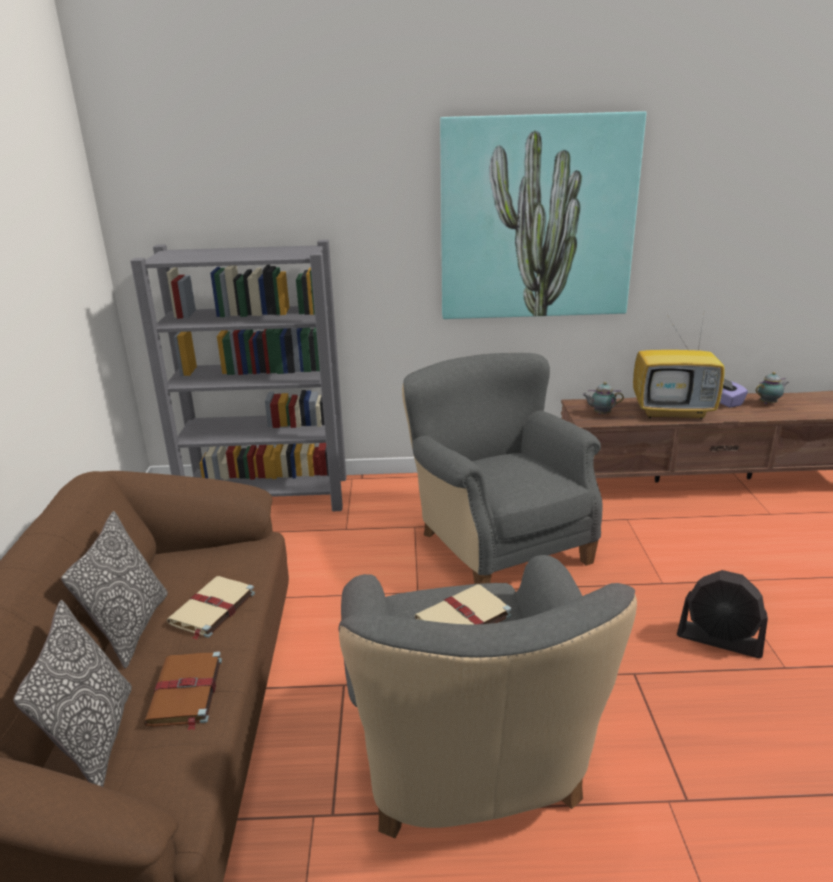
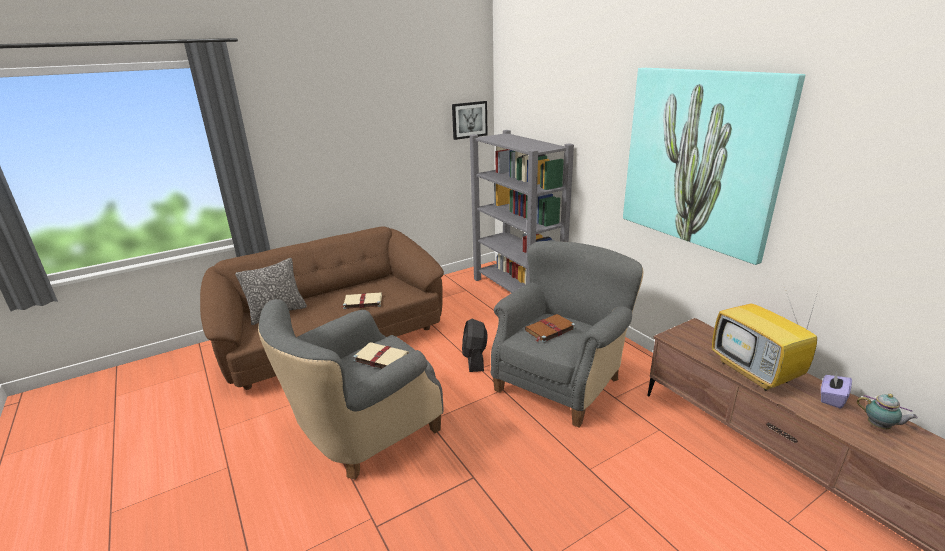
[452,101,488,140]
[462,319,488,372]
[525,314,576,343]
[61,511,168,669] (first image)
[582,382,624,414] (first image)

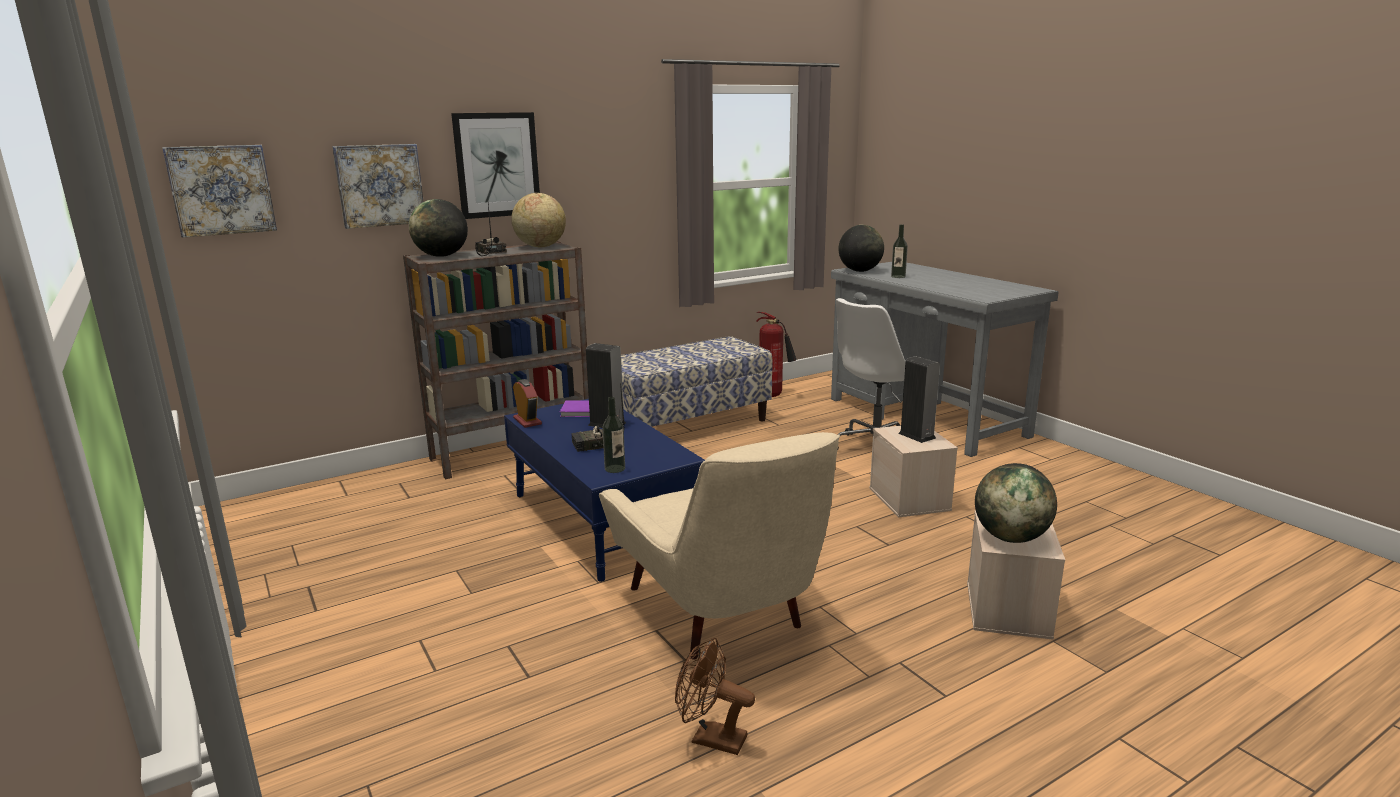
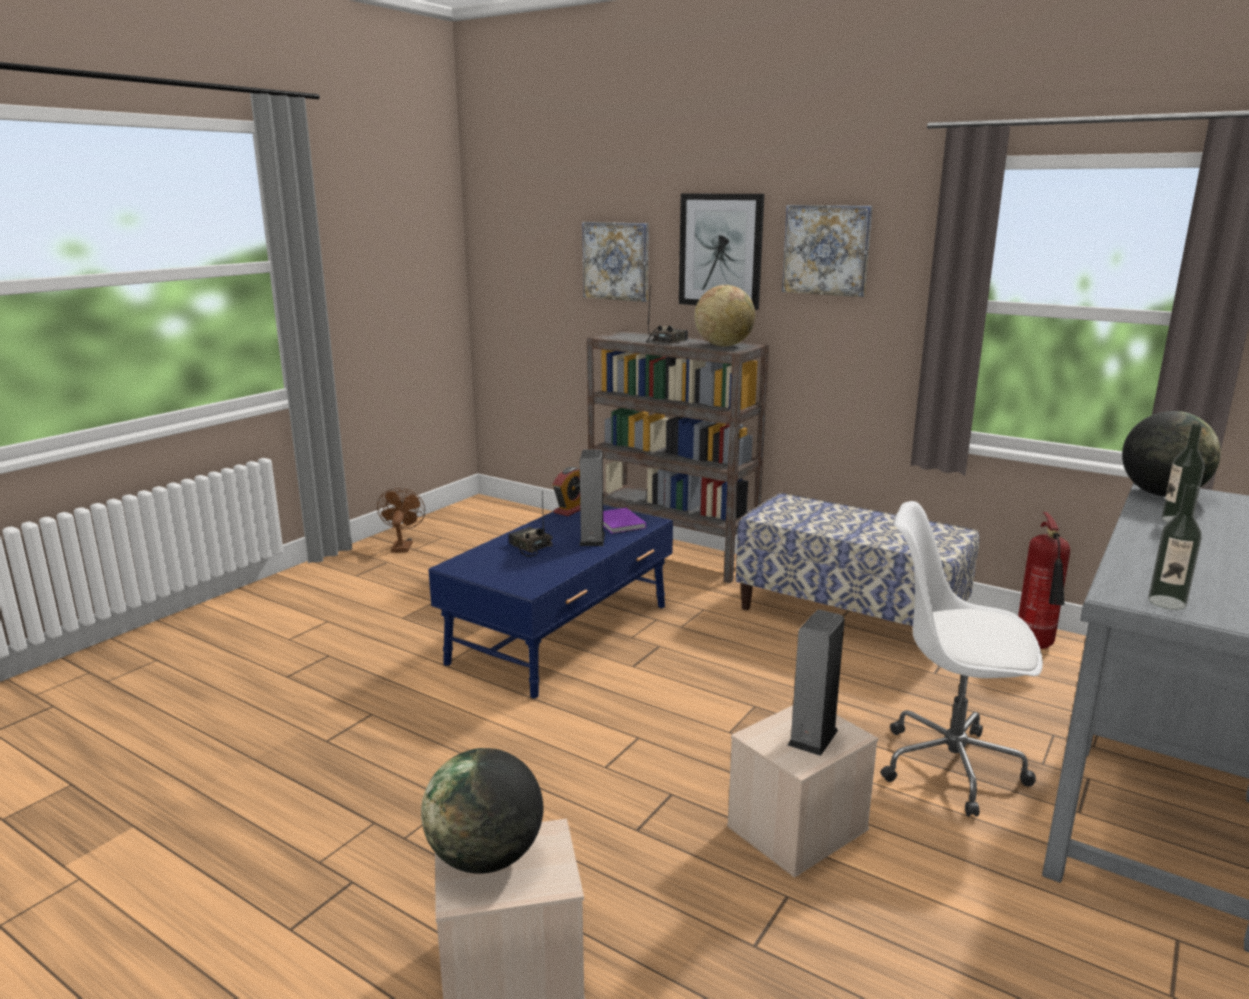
[377,488,425,552]
[782,205,873,297]
[1148,484,1202,610]
[409,199,468,257] (first image)
[599,432,840,660] (first image)

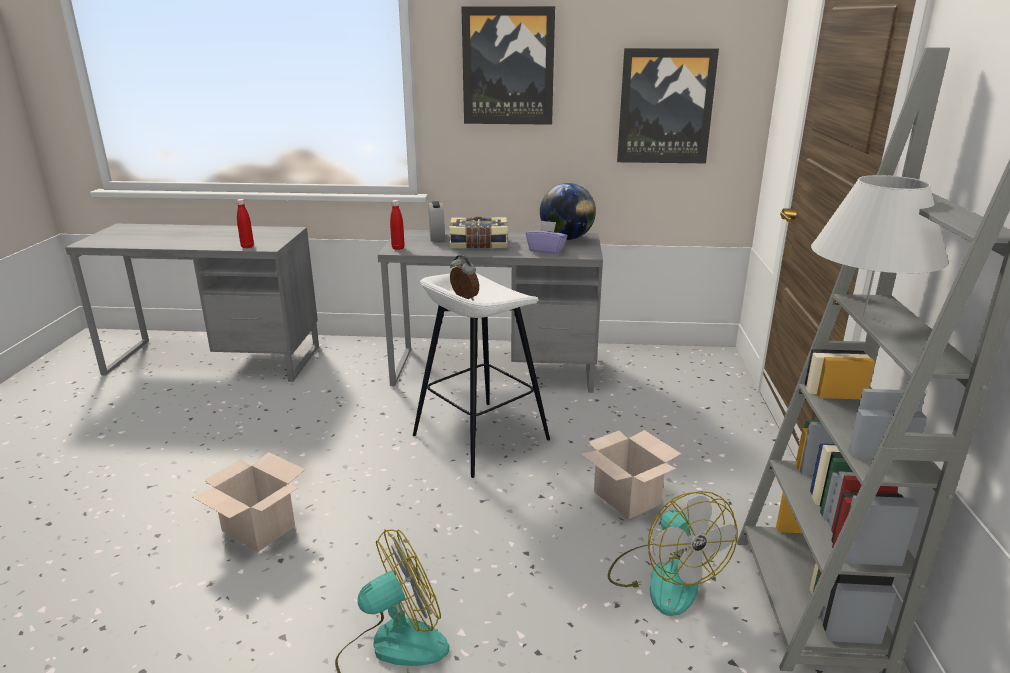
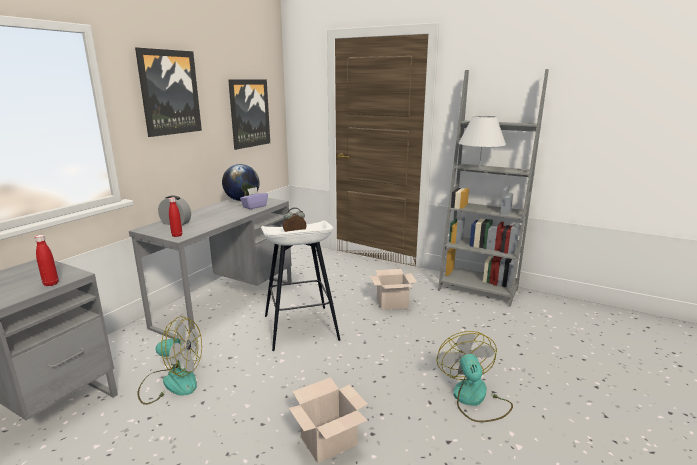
[137,316,202,405]
[449,216,508,249] (first image)

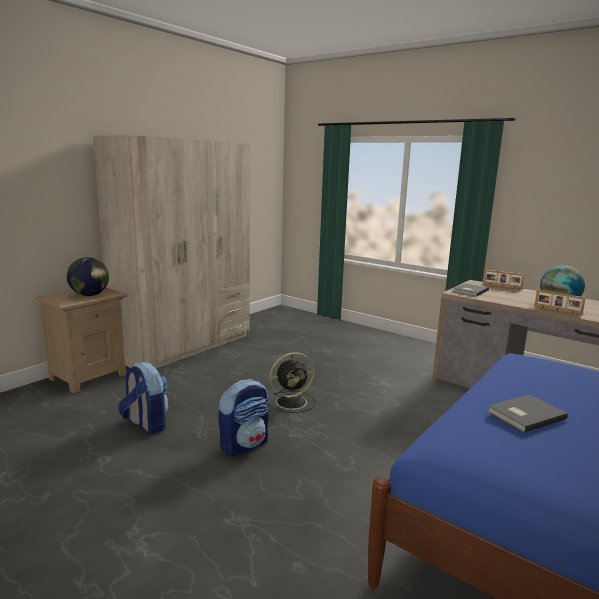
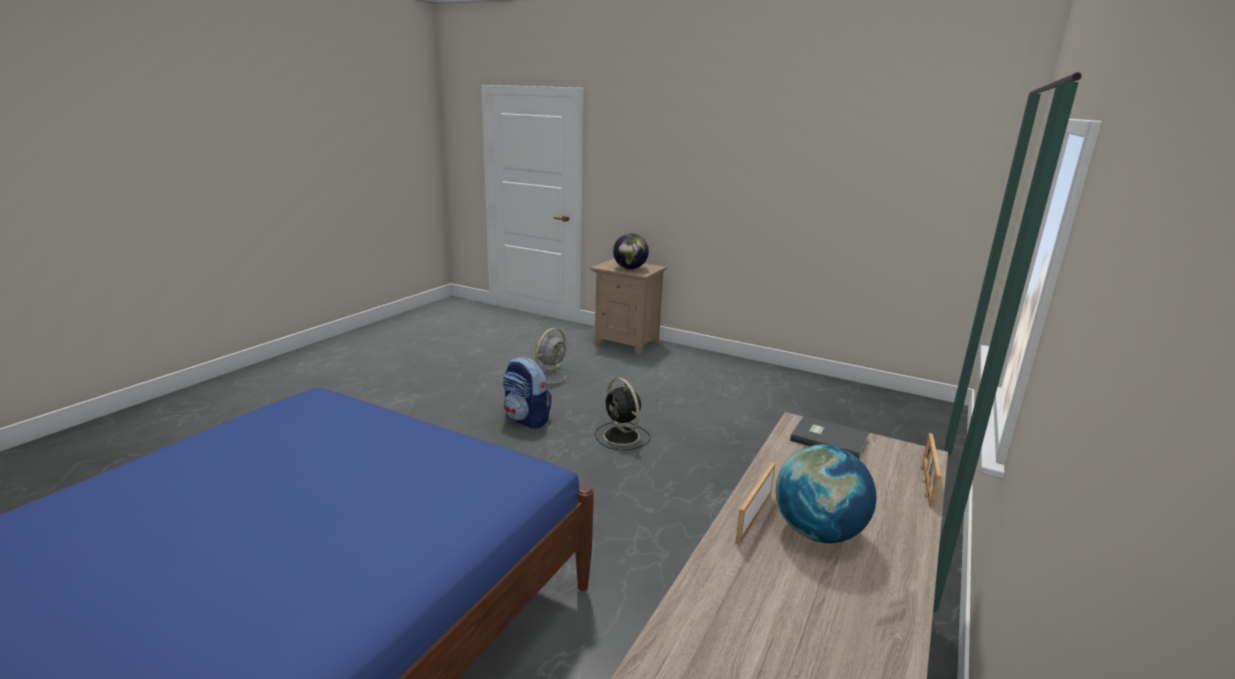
[535,328,574,386]
[93,135,250,368] (first image)
[487,394,568,433] (first image)

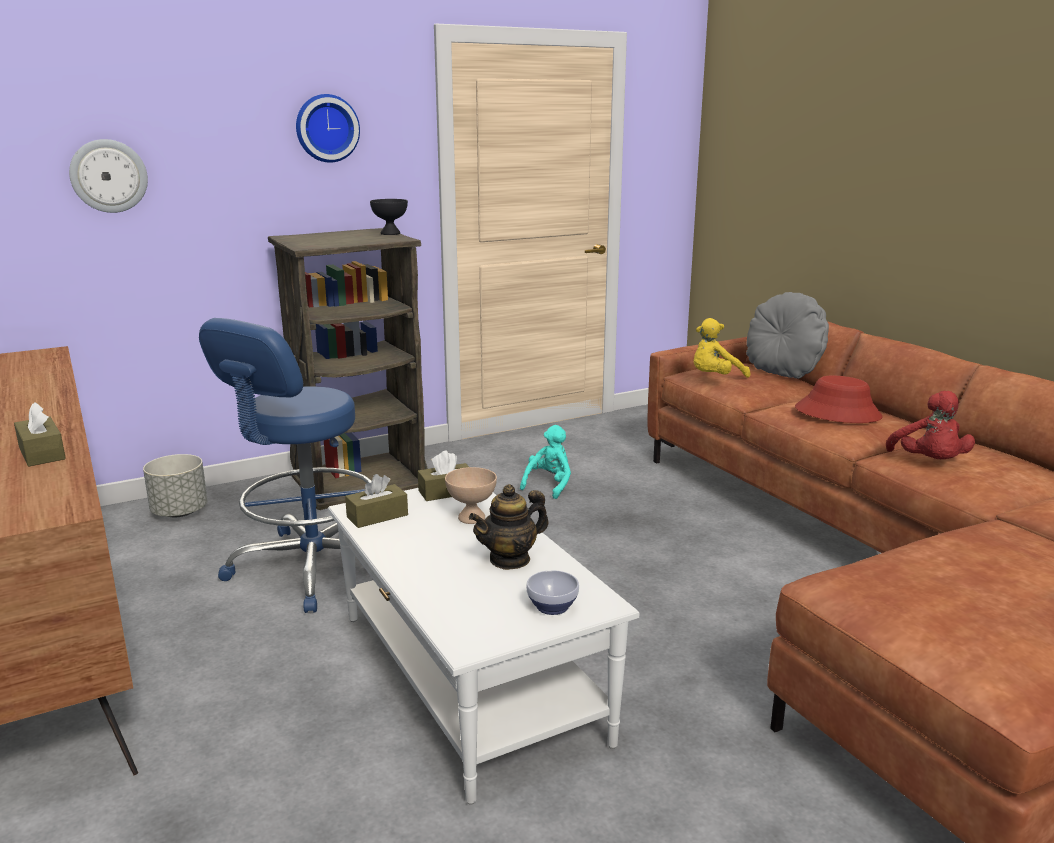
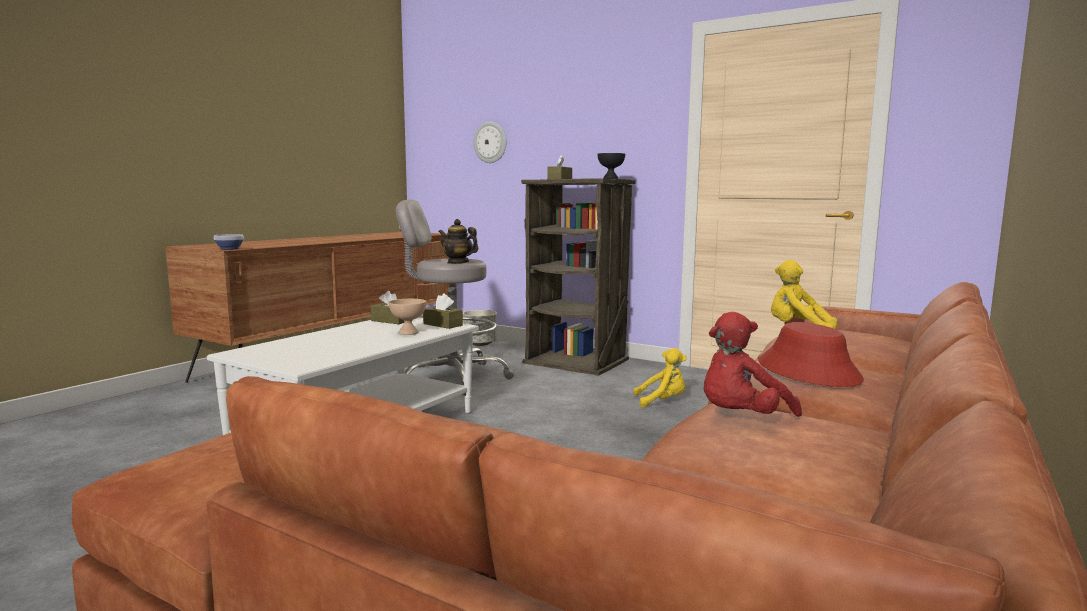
[214,234,244,250]
[396,200,514,395]
[439,219,479,264]
[547,155,572,179]
[633,348,687,408]
[296,94,360,163] (first image)
[746,292,829,379] (first image)

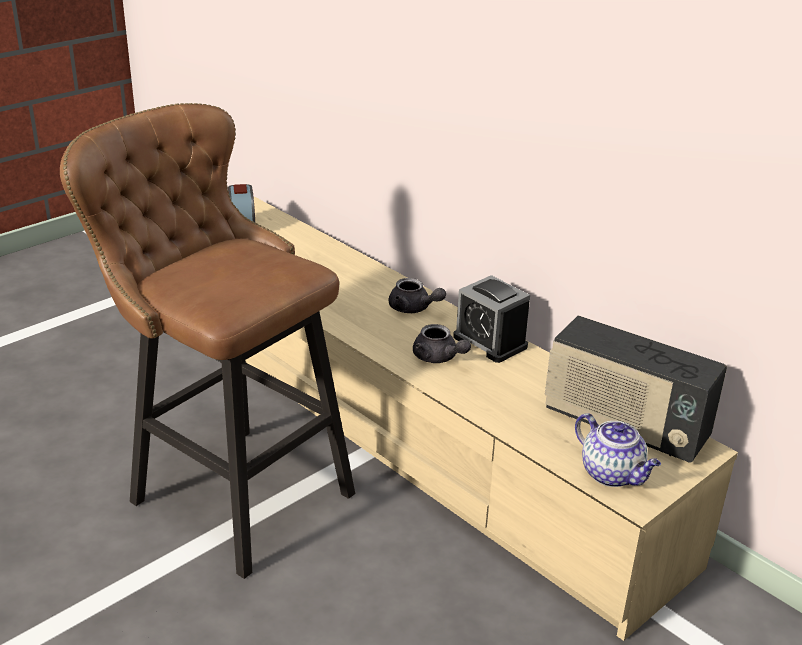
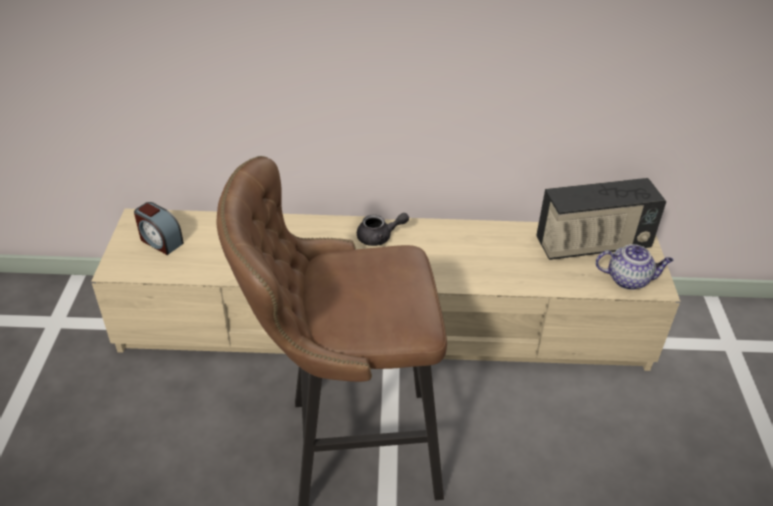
[413,324,471,363] (first image)
[453,275,530,363] (first image)

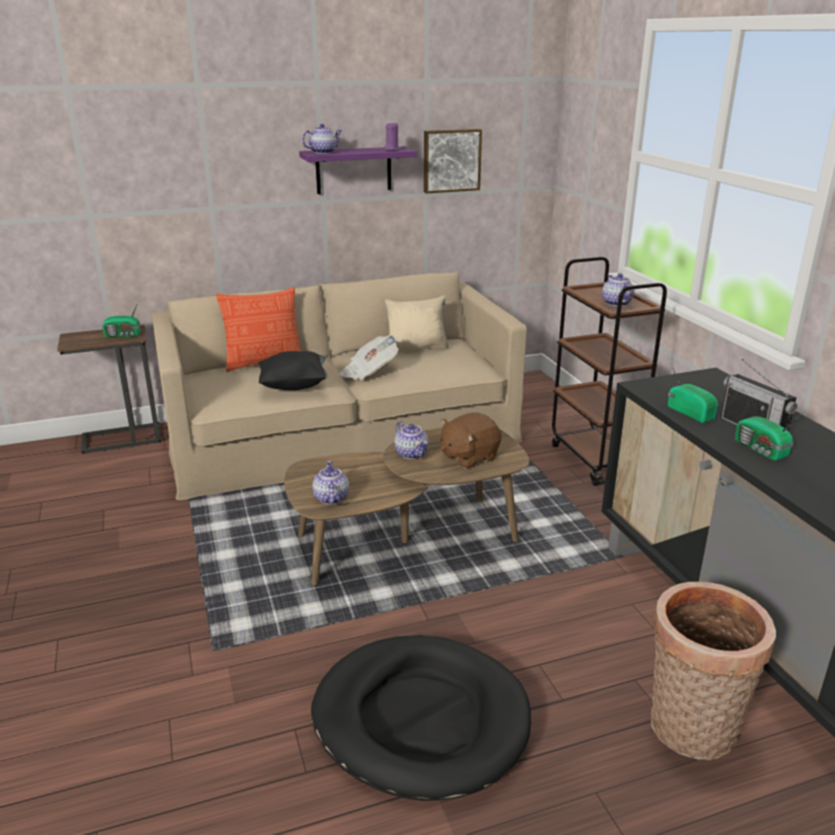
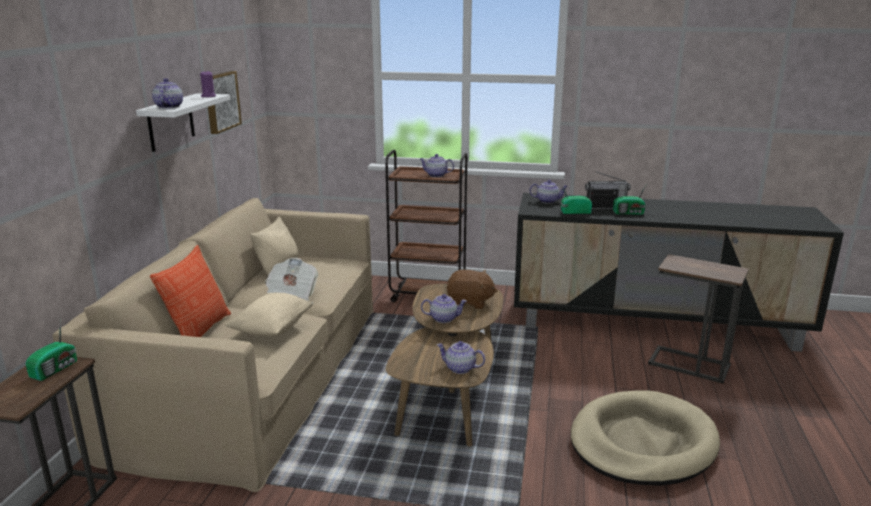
[136,93,230,152]
[225,293,313,337]
[446,270,498,309]
[530,180,568,204]
[571,390,720,486]
[648,254,749,384]

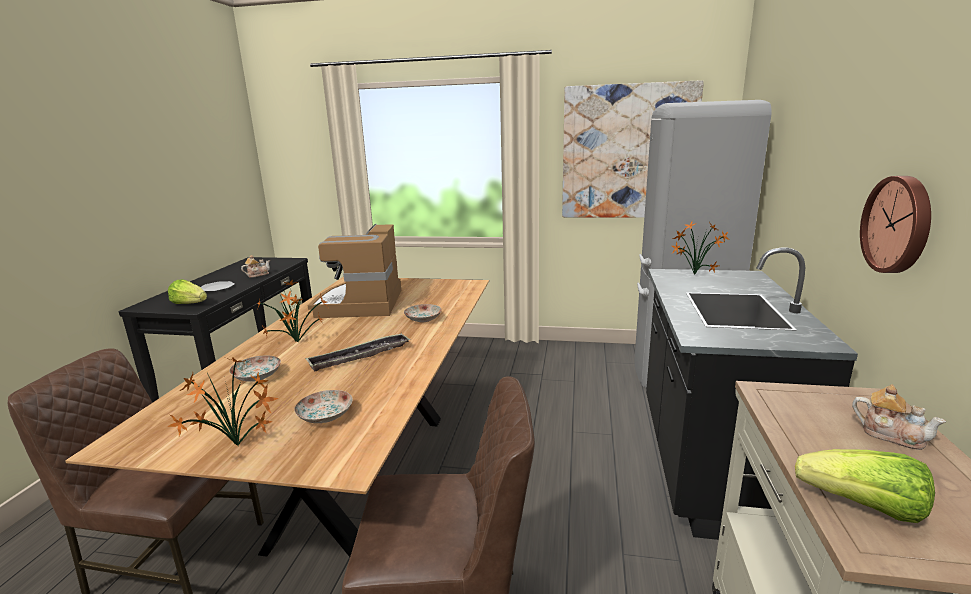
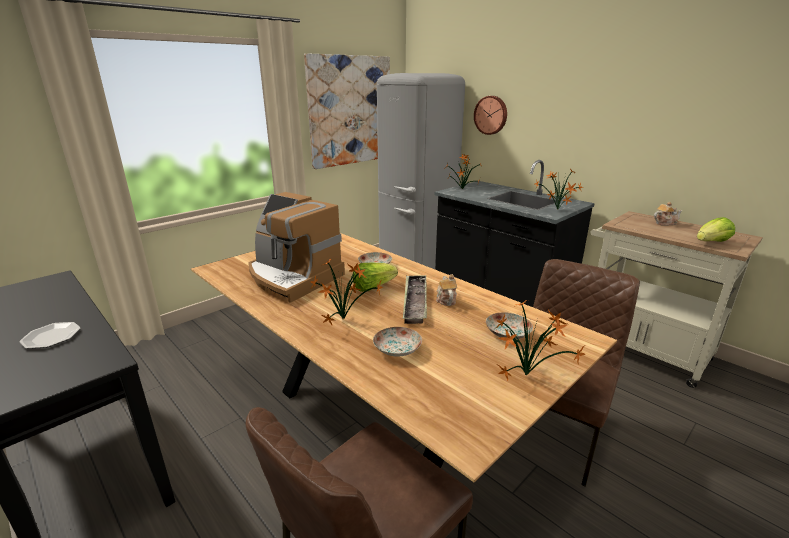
[353,262,398,292]
[436,274,457,306]
[474,96,507,135]
[535,168,583,210]

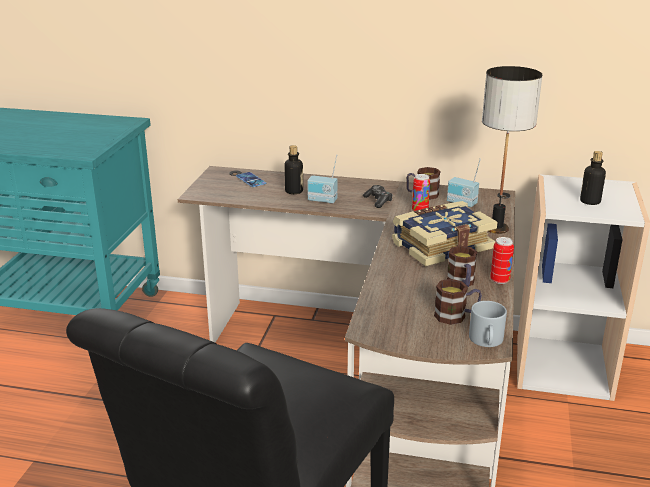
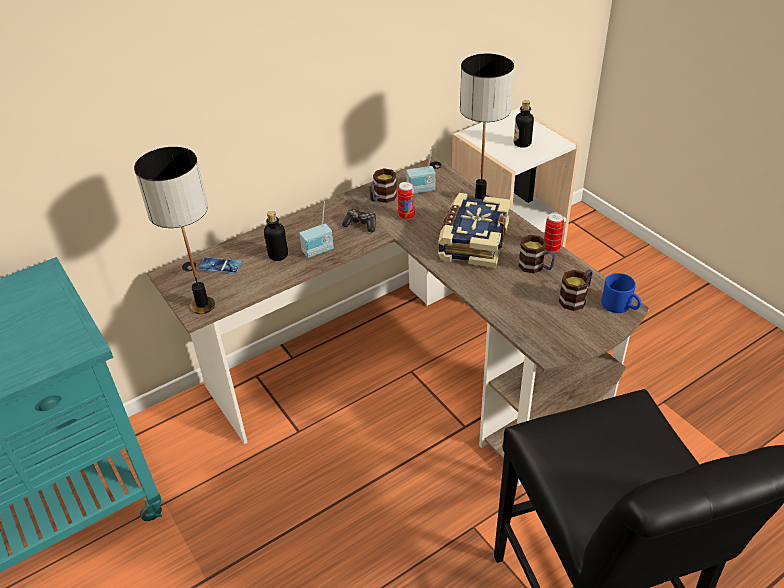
[134,147,215,314]
[601,273,641,313]

